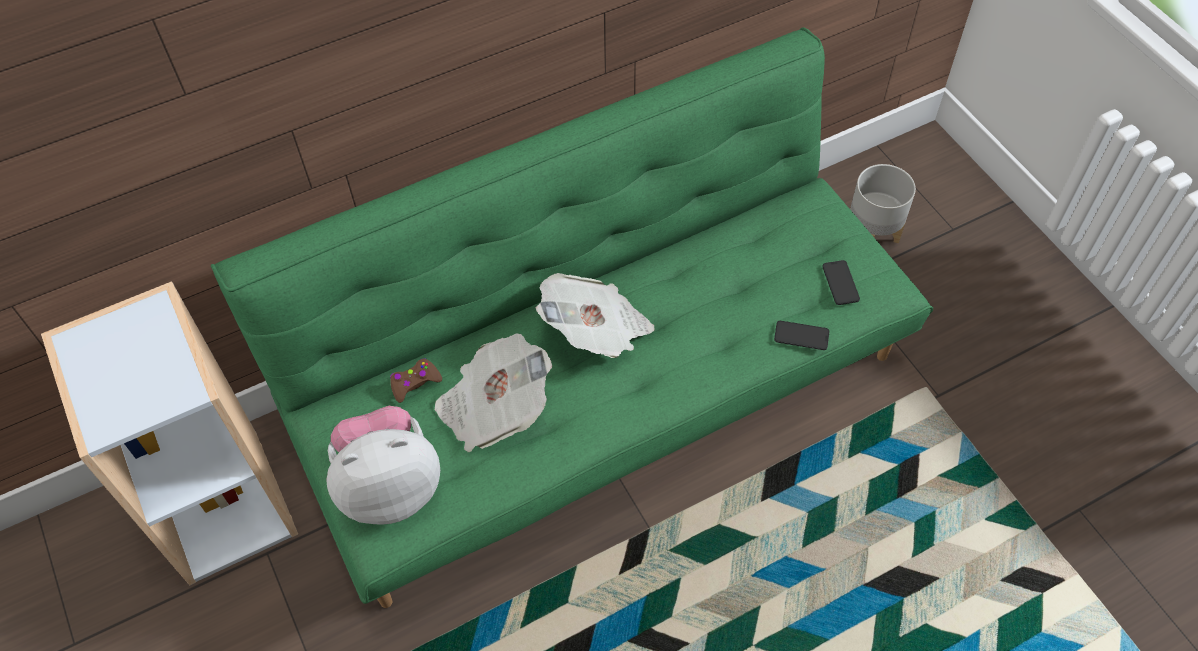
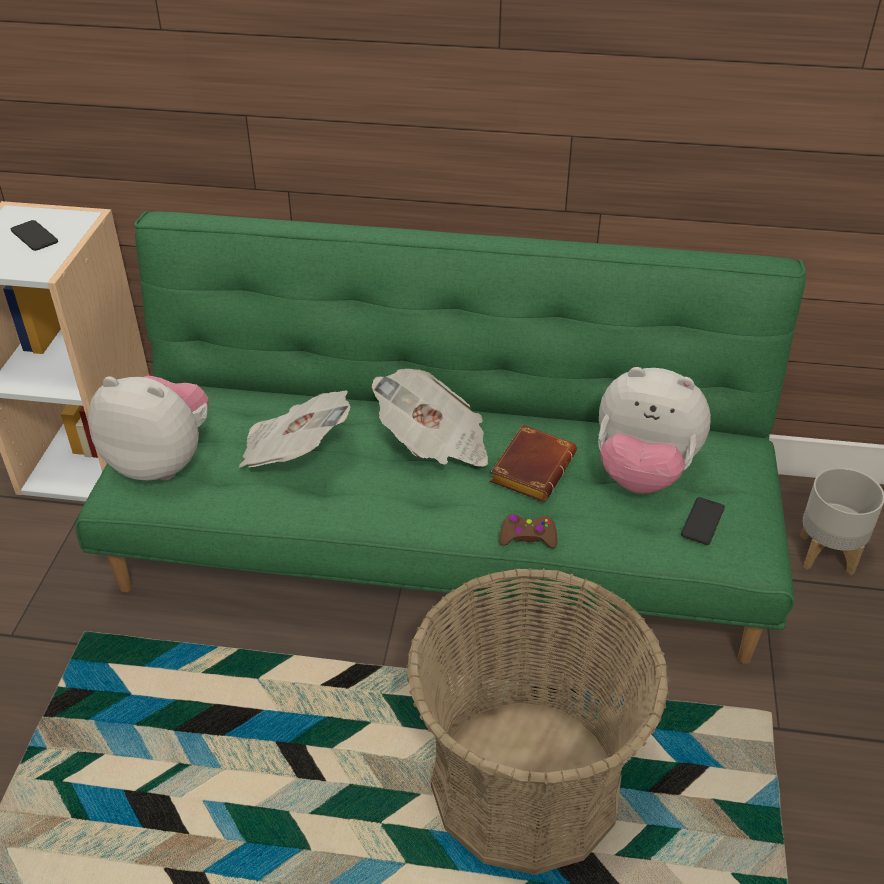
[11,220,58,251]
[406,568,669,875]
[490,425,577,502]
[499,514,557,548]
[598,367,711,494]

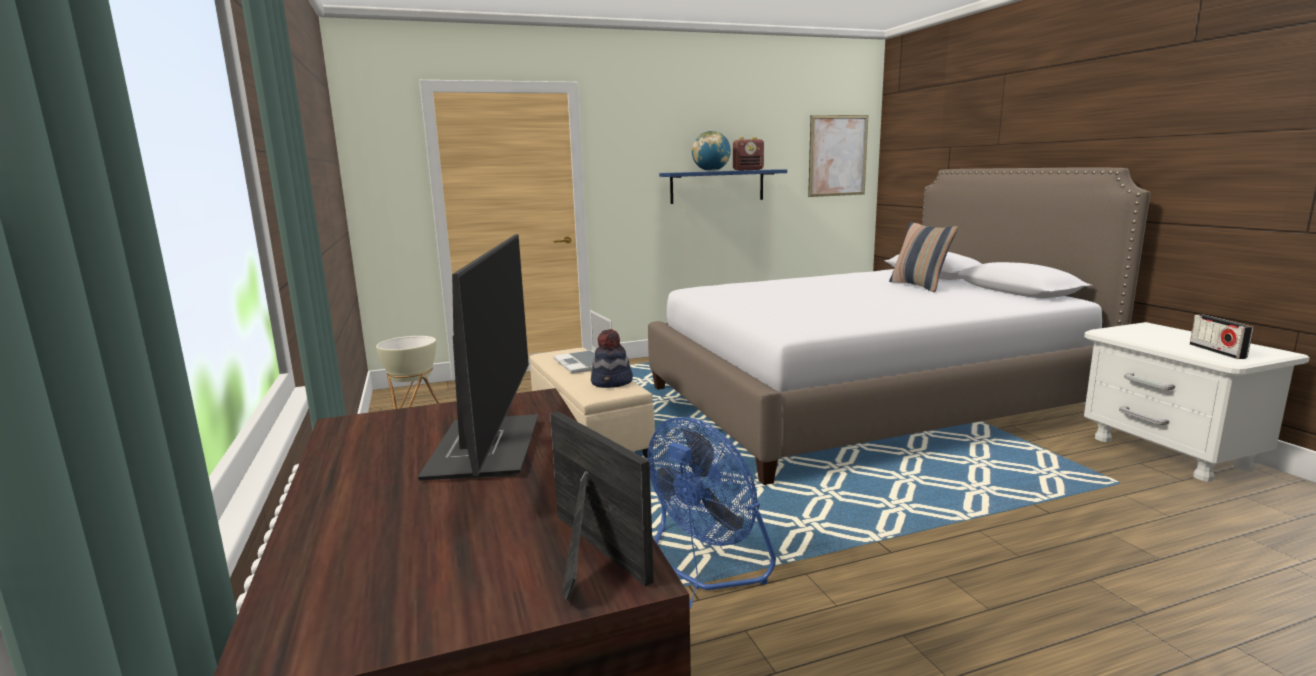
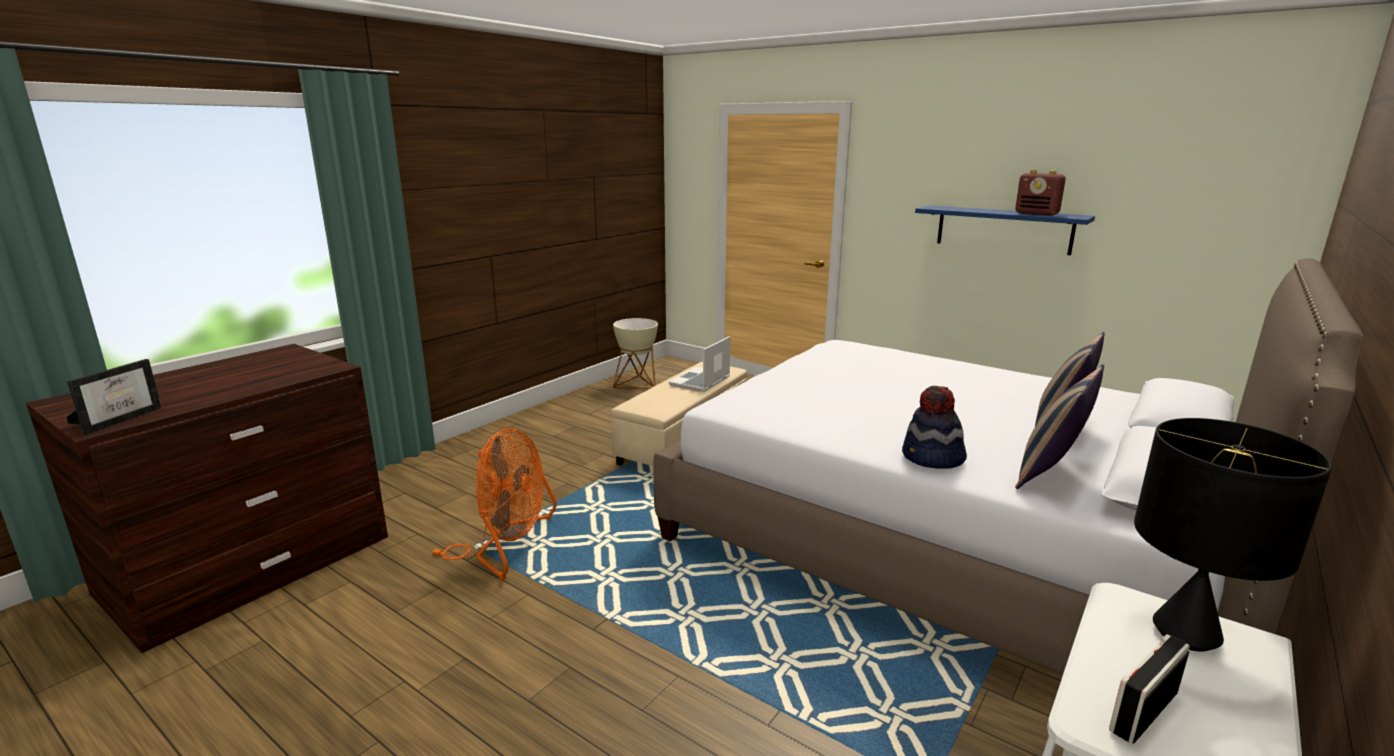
[432,428,557,581]
[902,386,967,469]
[1015,364,1104,489]
[1134,418,1332,652]
[418,234,538,481] (first image)
[692,131,731,171] (first image)
[808,115,868,197] (first image)

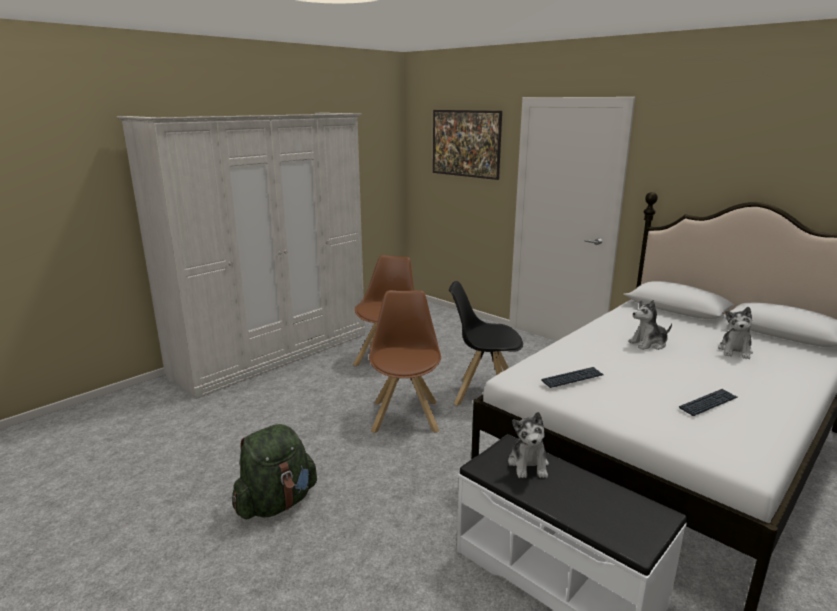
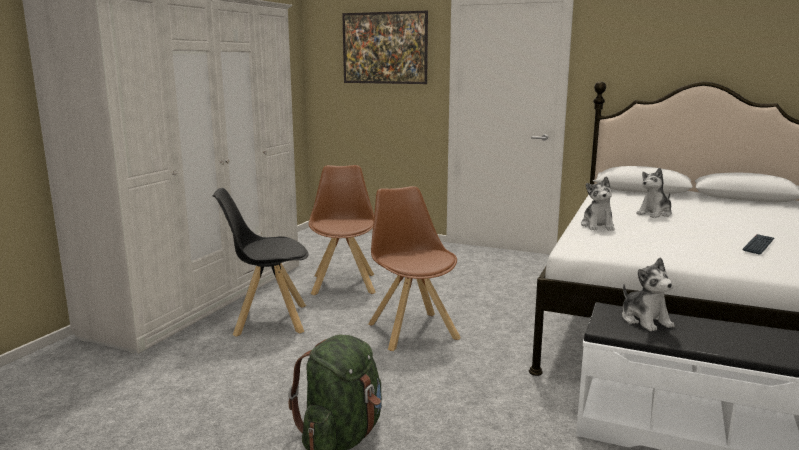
[213,188,309,337]
[581,176,615,231]
[541,367,604,388] (first image)

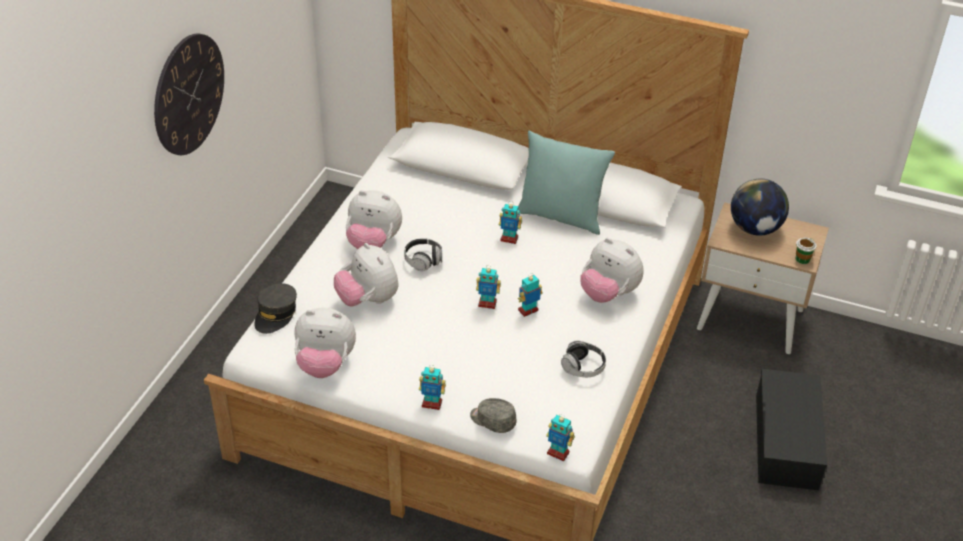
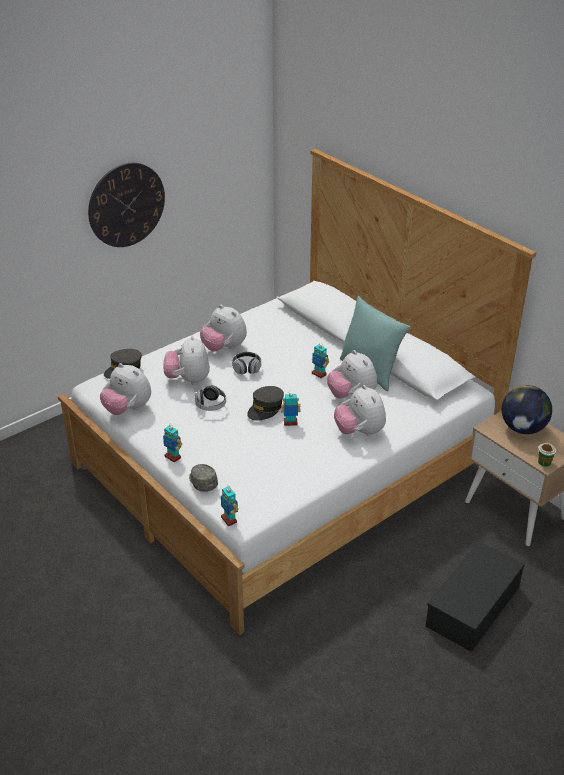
[195,385,226,411]
[247,386,284,421]
[327,350,377,399]

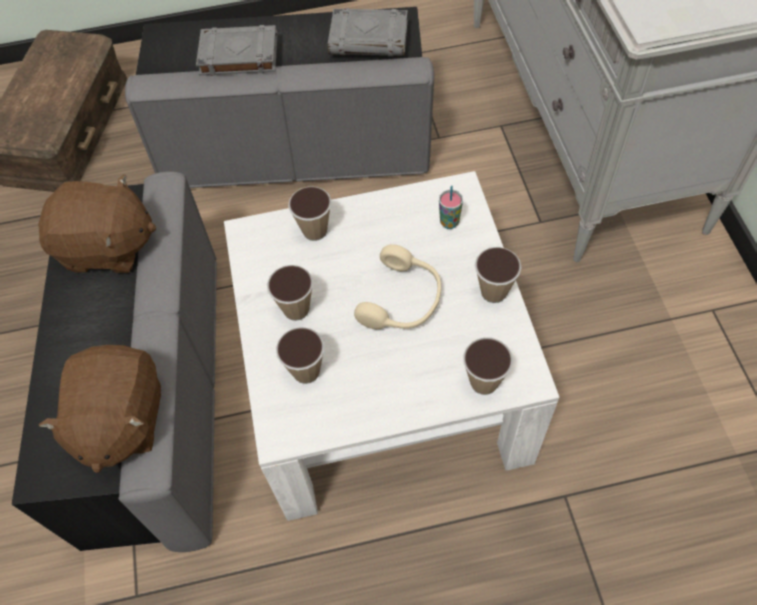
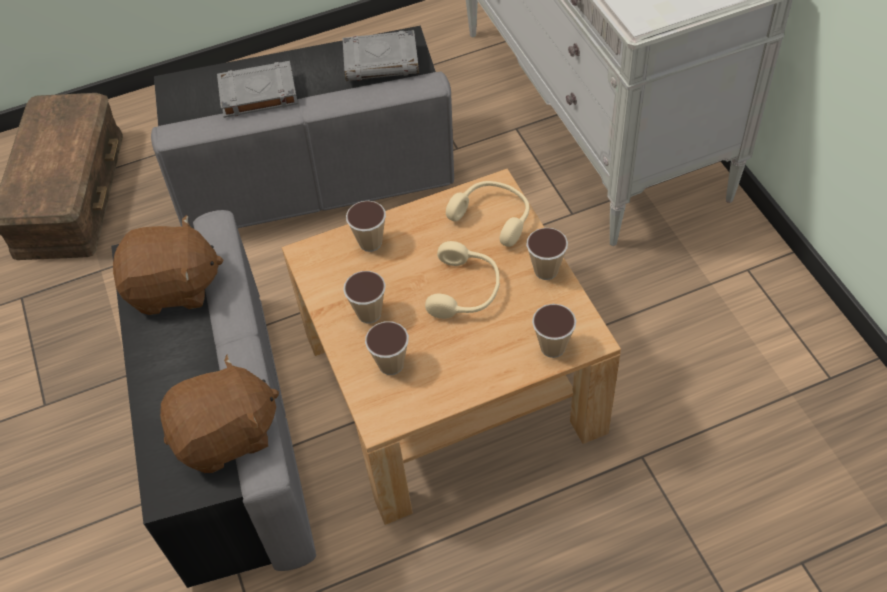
[160,354,279,473]
[282,169,621,525]
[446,181,529,247]

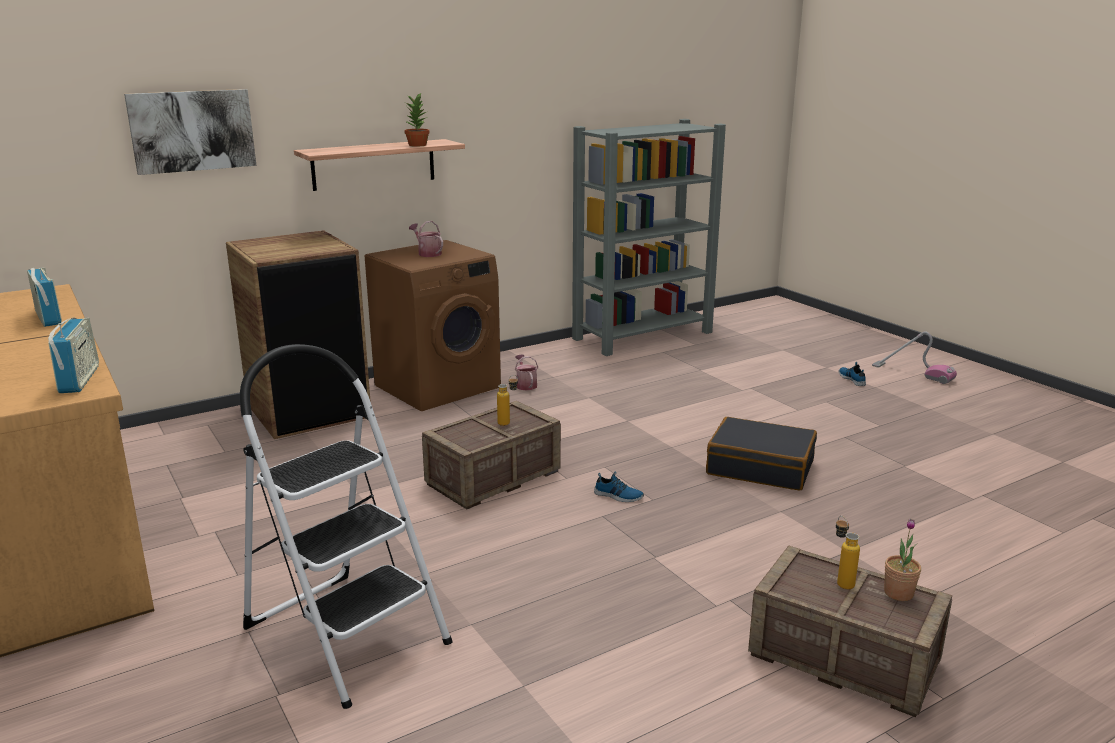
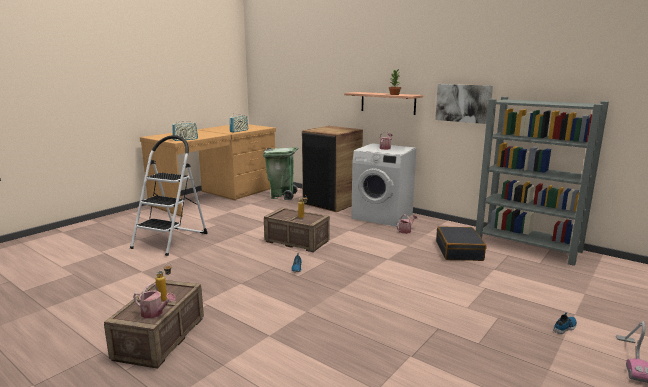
[133,283,176,318]
[263,148,299,200]
[351,143,416,227]
[435,84,493,124]
[436,226,486,261]

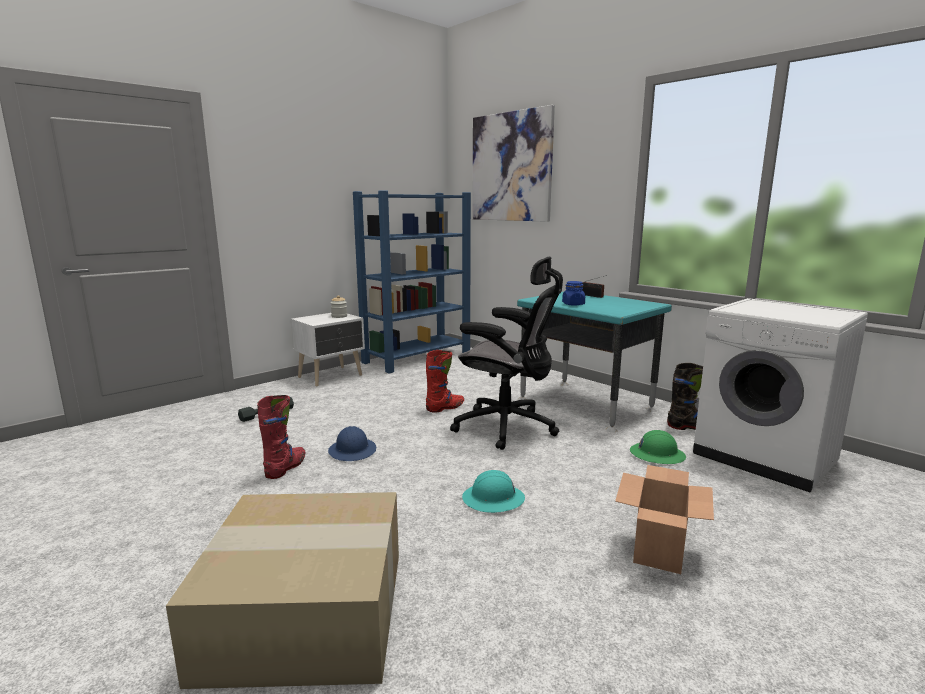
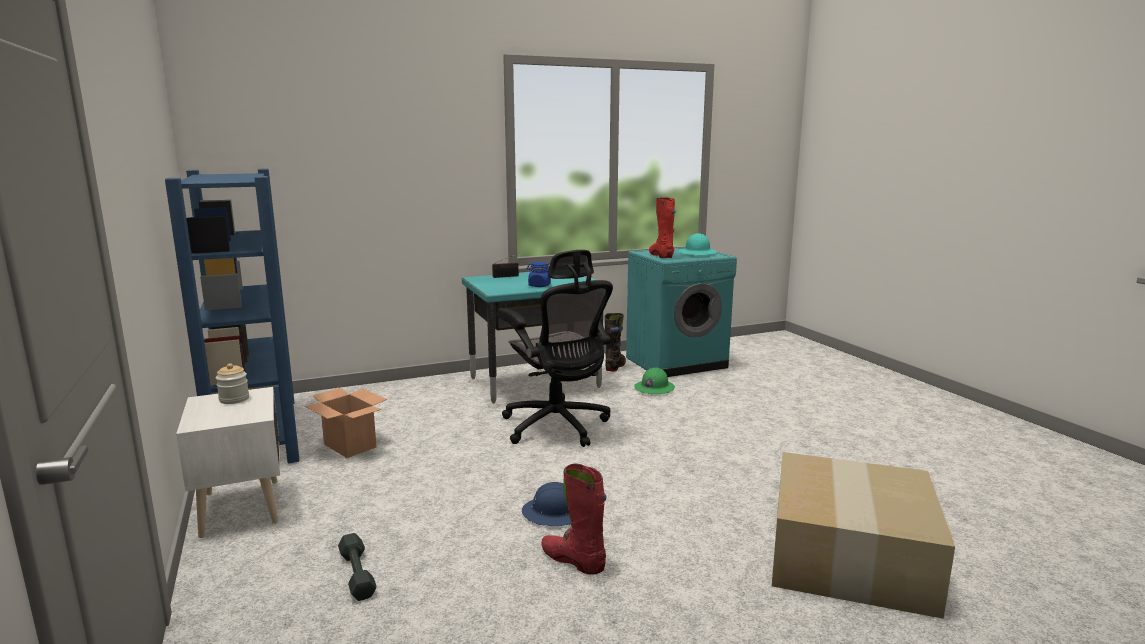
[305,388,387,458]
[497,250,613,447]
[626,247,737,377]
[649,197,676,258]
[679,233,717,255]
[472,105,555,222] (first image)

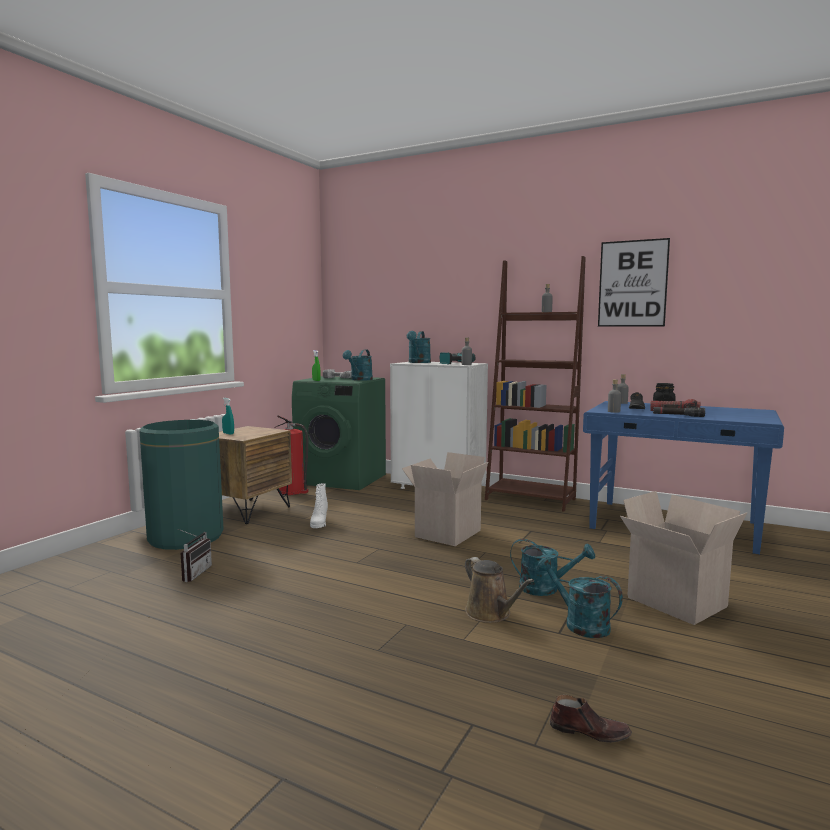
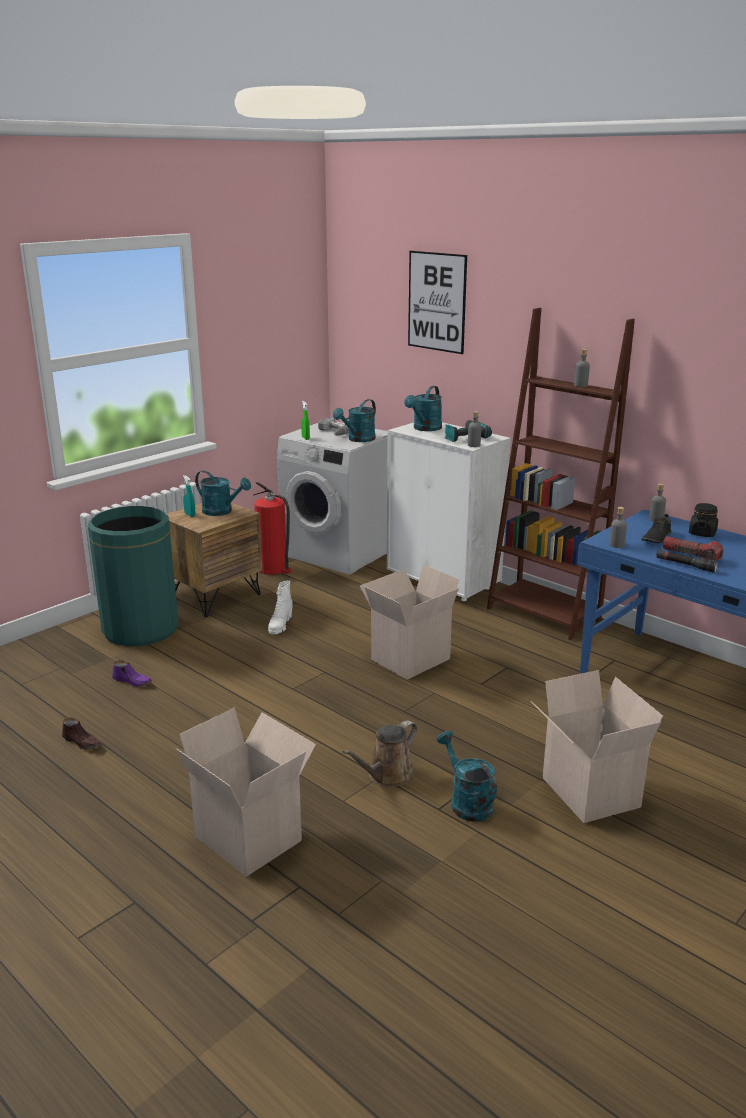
[62,718,102,750]
[112,660,152,687]
[177,707,316,877]
[195,471,251,516]
[277,422,388,575]
[343,720,417,787]
[408,251,467,354]

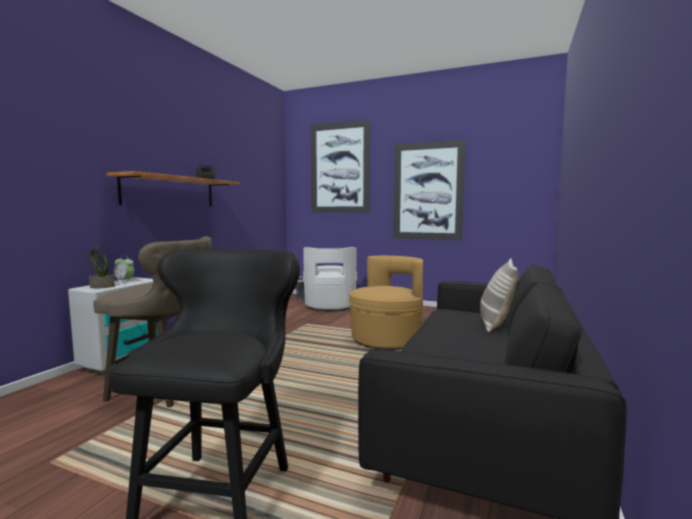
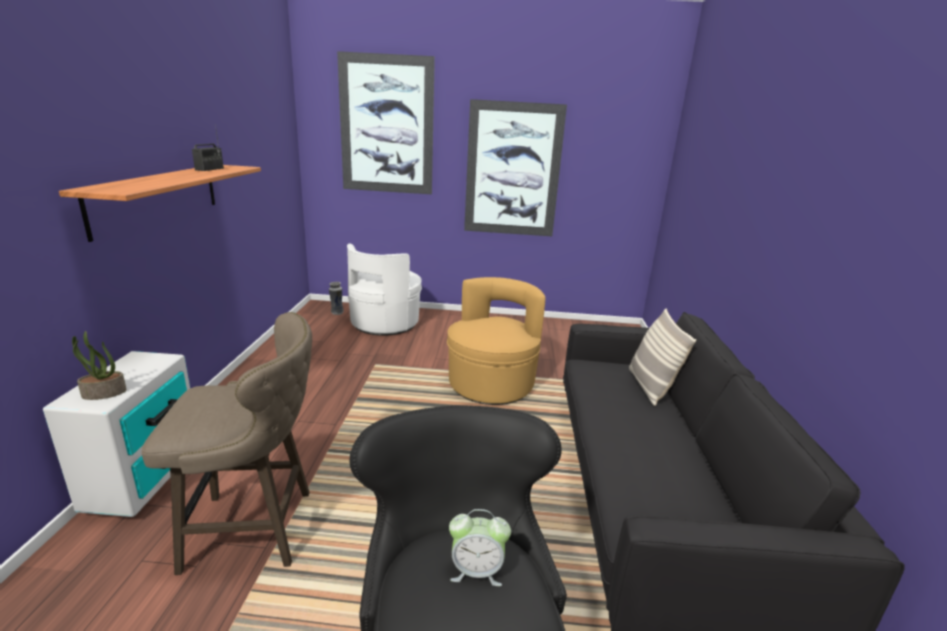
[347,244,422,336]
[449,509,511,586]

